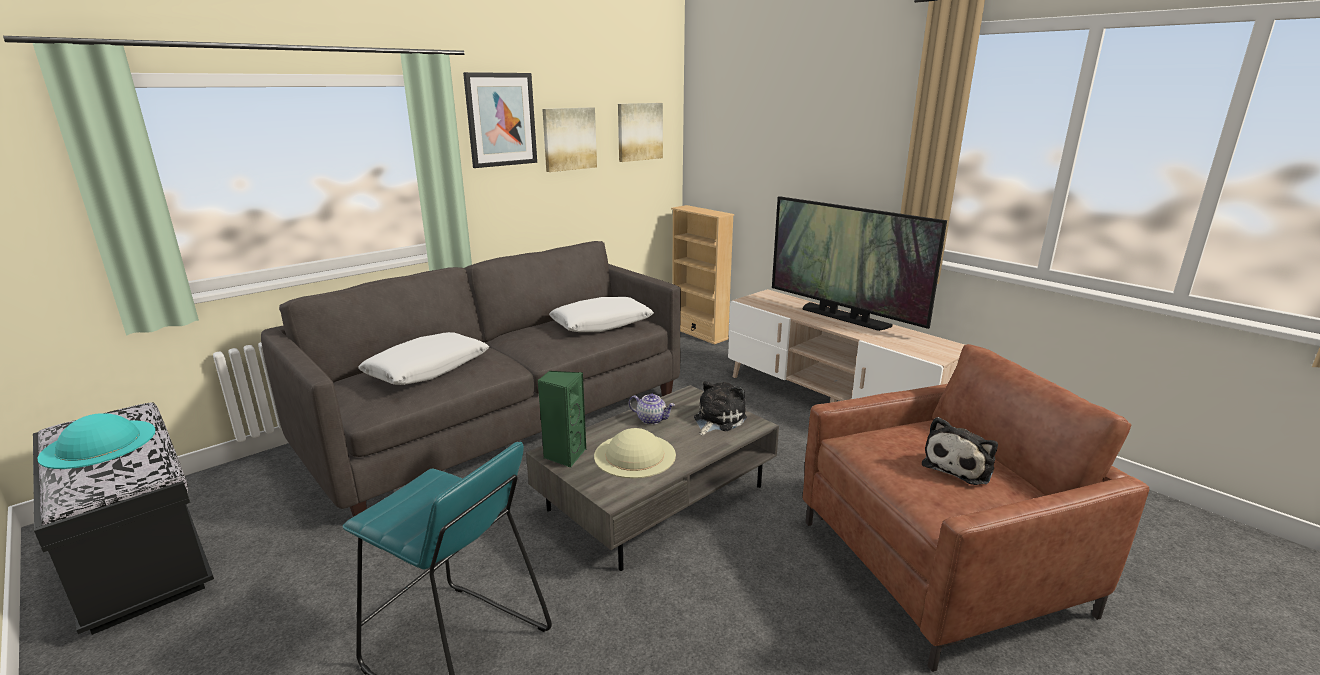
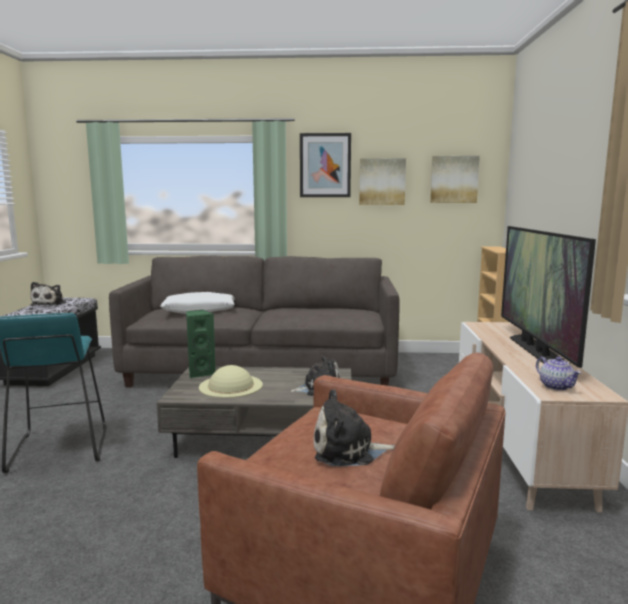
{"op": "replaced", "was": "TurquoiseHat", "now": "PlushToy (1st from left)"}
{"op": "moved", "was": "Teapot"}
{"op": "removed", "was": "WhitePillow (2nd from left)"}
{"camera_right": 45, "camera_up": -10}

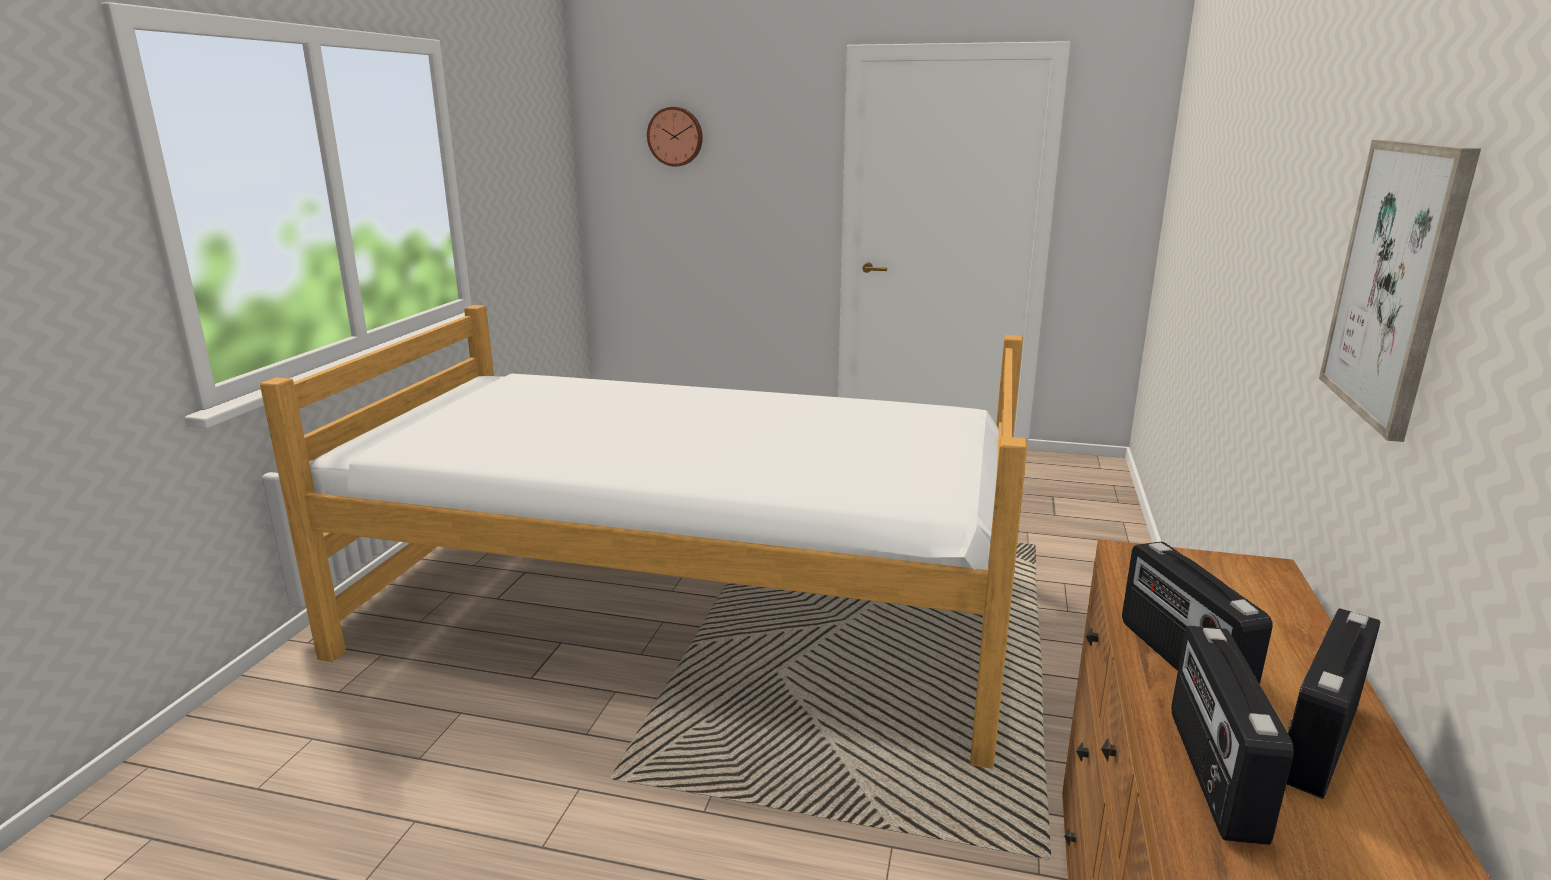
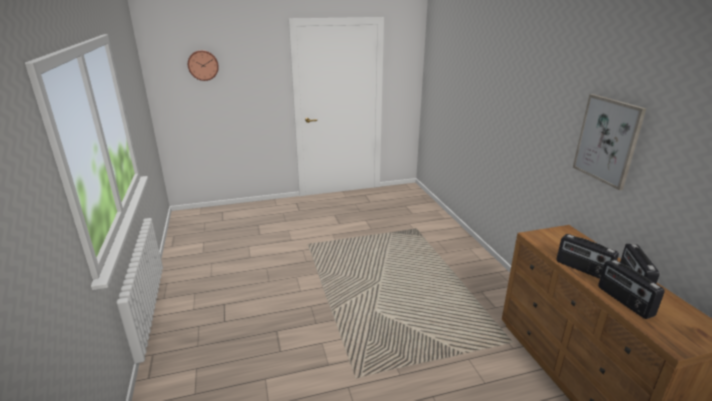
{"op": "removed", "was": "Bed"}
{"camera_right": -30, "camera_up": 5}

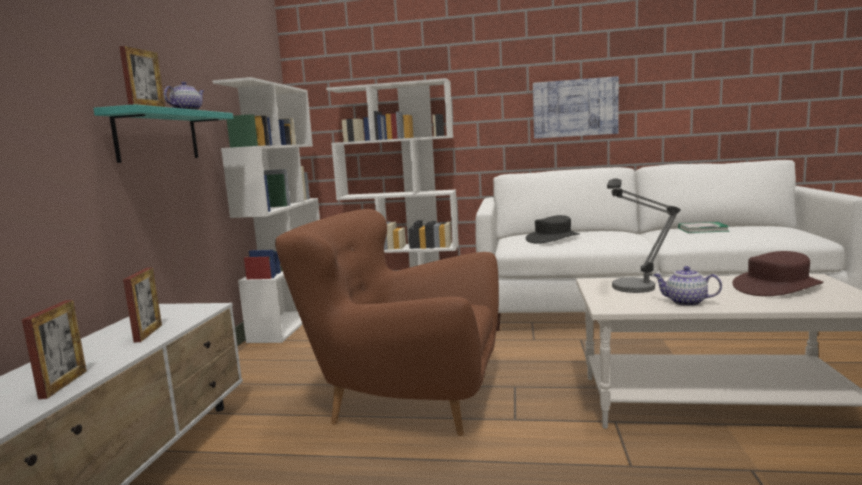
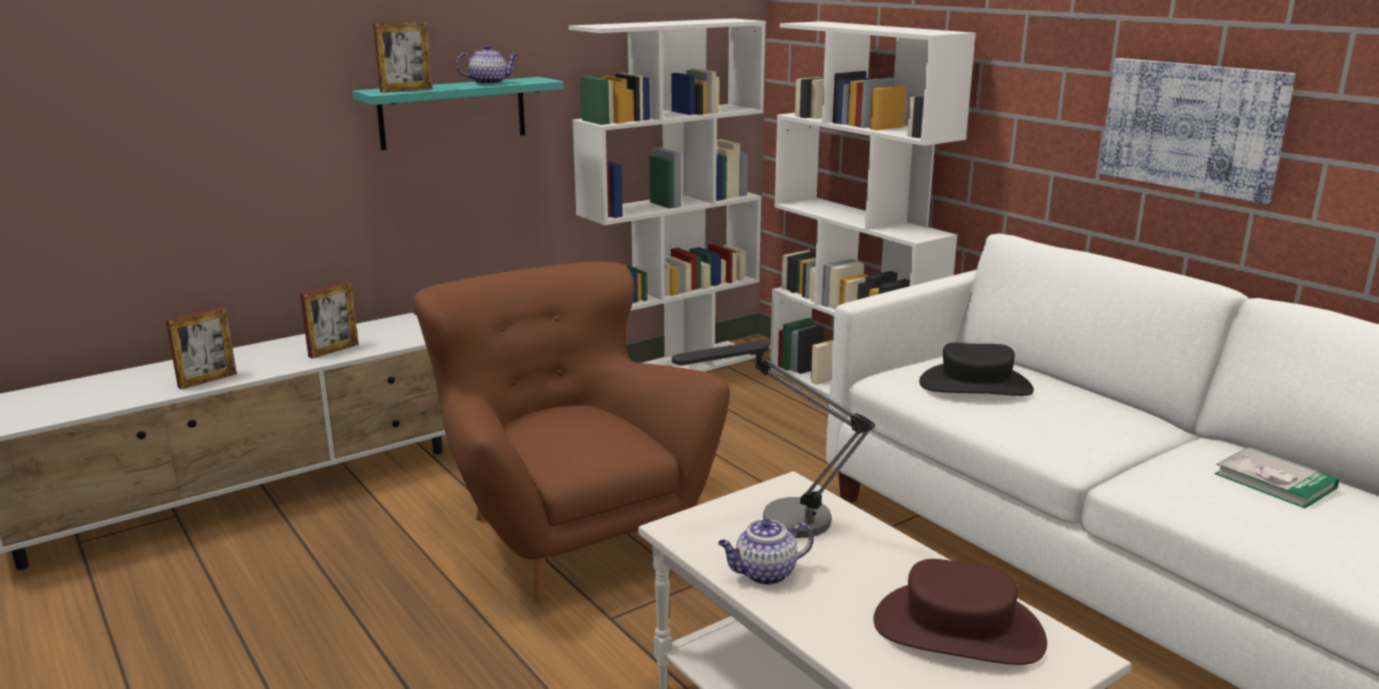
{"op": "turned", "was": "Teapot (2nd from left)", "clockwise": -90}
{"camera_right": 45, "camera_up": 10}

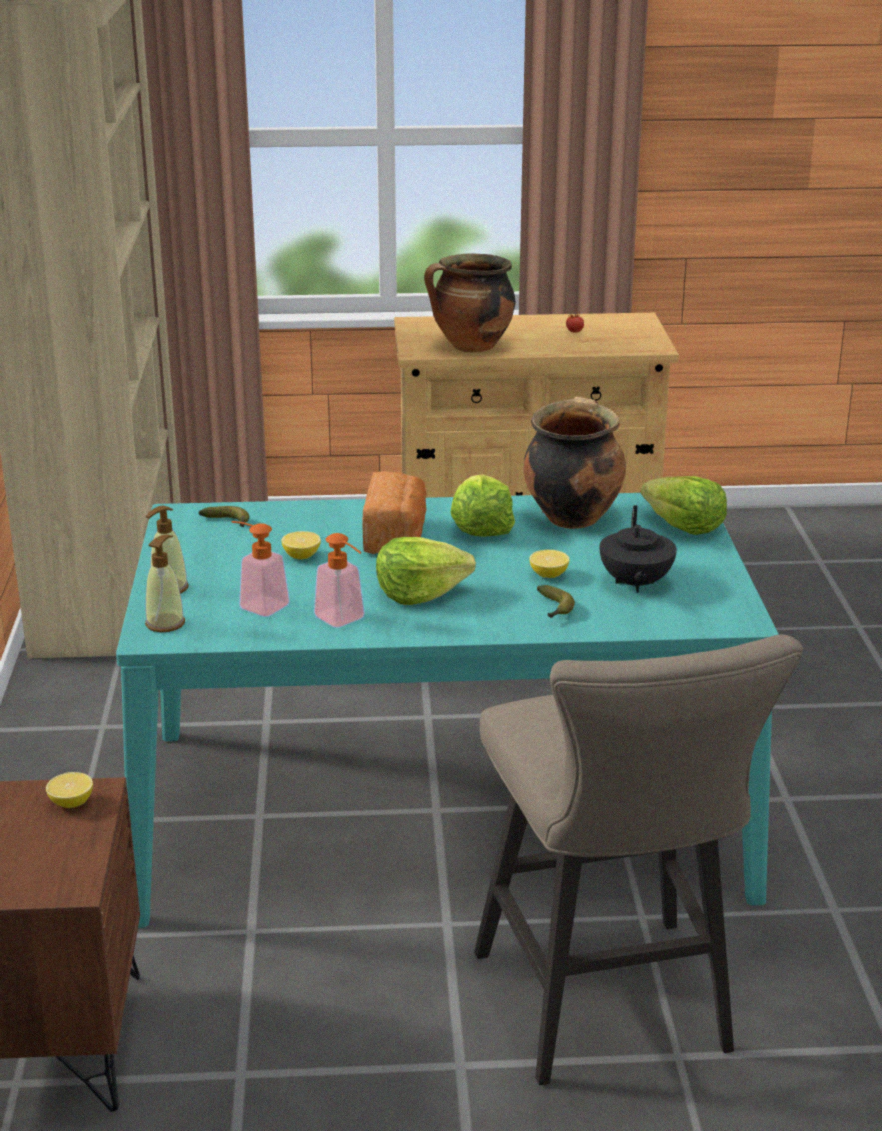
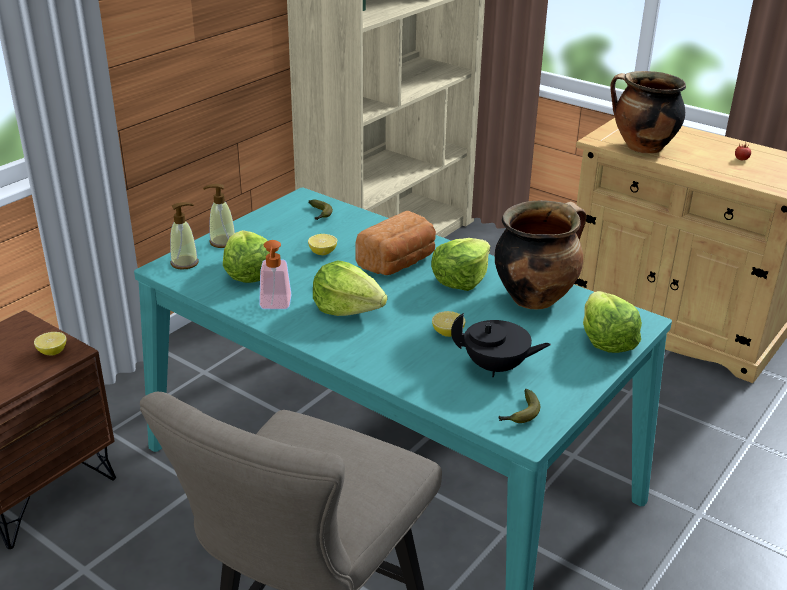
{"op": "replaced", "was": "SoapDispenser (3rd from left)", "now": "Lettuce (1st from left)"}
{"op": "turned", "was": "BlackTeapot", "clockwise": -120}
{"op": "moved", "was": "Banana (2nd from left)"}
{"camera_right": 40, "camera_up": 5}

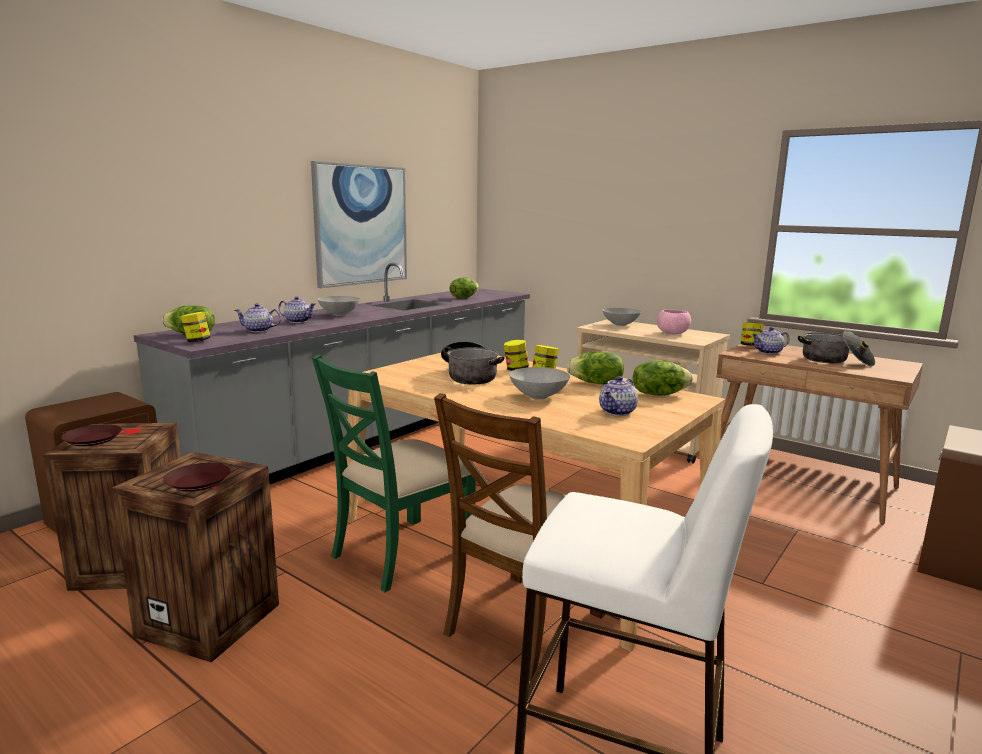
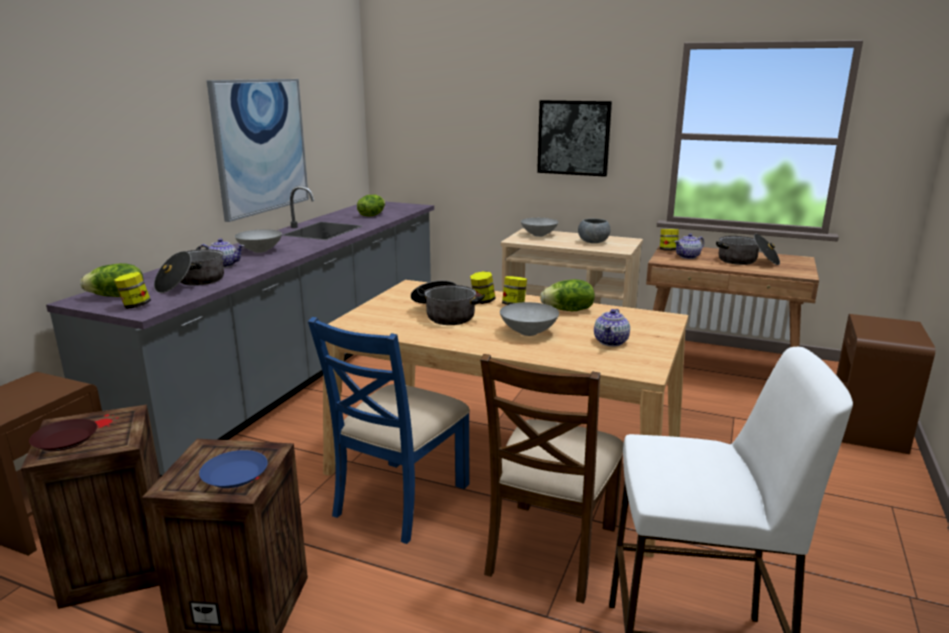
{"op": "replaced", "was": "Teapot (1st from left)", "now": "CookingPot (1st from left)"}
{"op": "recoloured", "was": "BrownPlate (2nd from left)", "now": "BluePlate"}
{"op": "recoloured", "was": "GreenChair", "now": "BlueChair"}
{"op": "added", "now": "Picture (2nd from left)"}
{"op": "recoloured", "was": "PinkBowl", "now": "GreyBowl (4th from left)"}
{"op": "removed", "was": "Lettuce (4th from left)"}
{"camera_right": -15, "camera_up": 5}

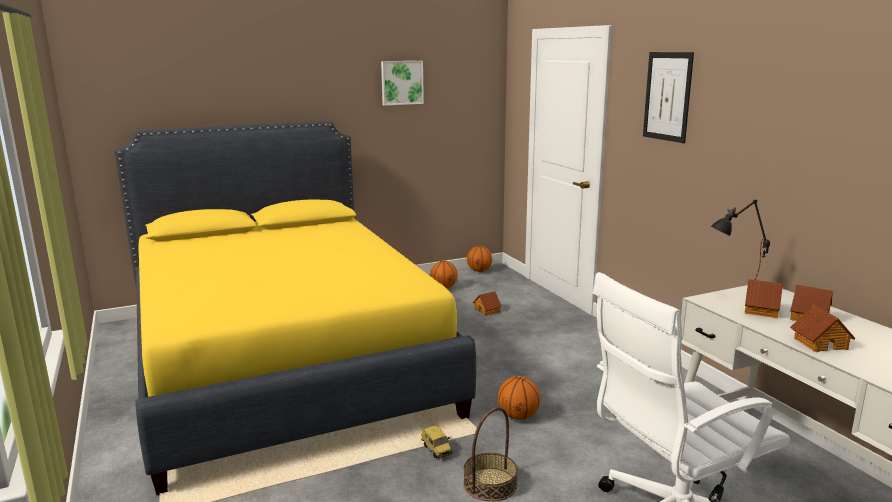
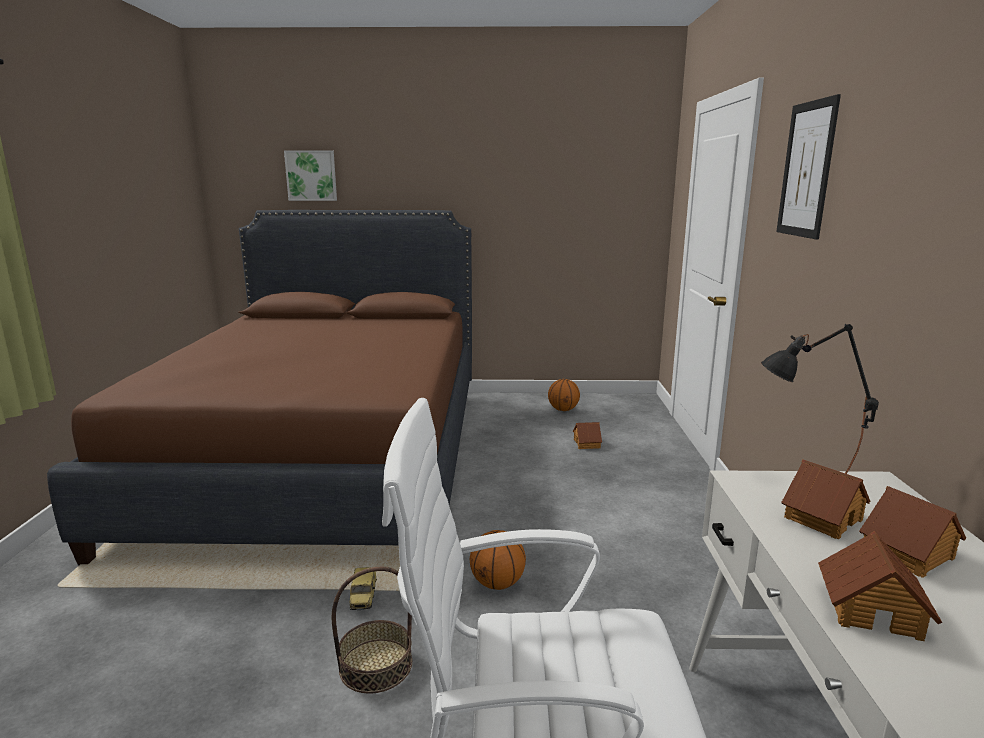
{"op": "recoloured", "was": "YellowBed", "now": "BrownBed"}
{"op": "moved", "was": "Picture (1st from left)"}
{"op": "removed", "was": "Basketball (2nd from left)"}
{"camera_right": 25, "camera_up": 0}

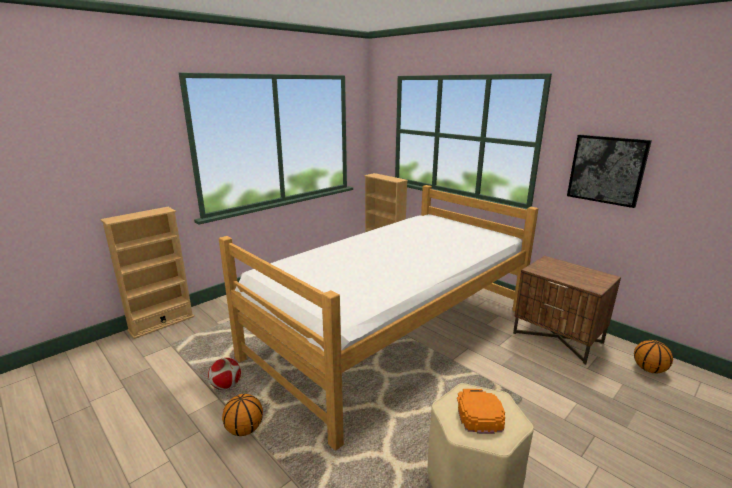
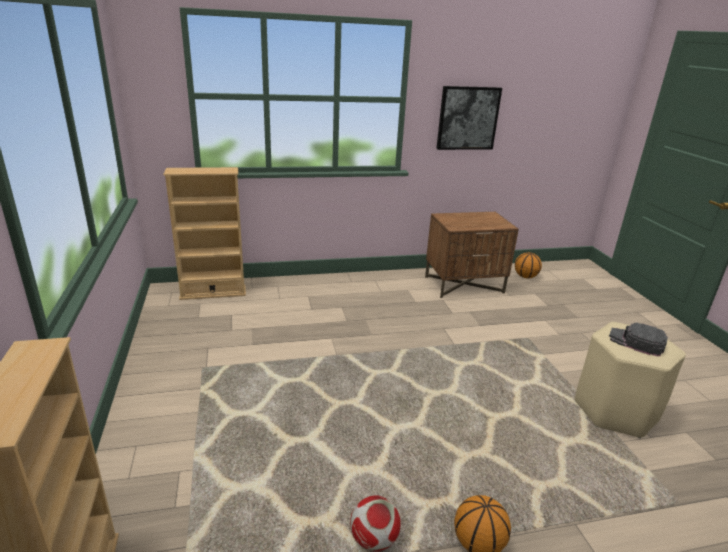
{"op": "recoloured", "was": "OrangeCap", "now": "BlackCap"}
{"op": "removed", "was": "Bed"}
{"camera_right": -60, "camera_up": 5}

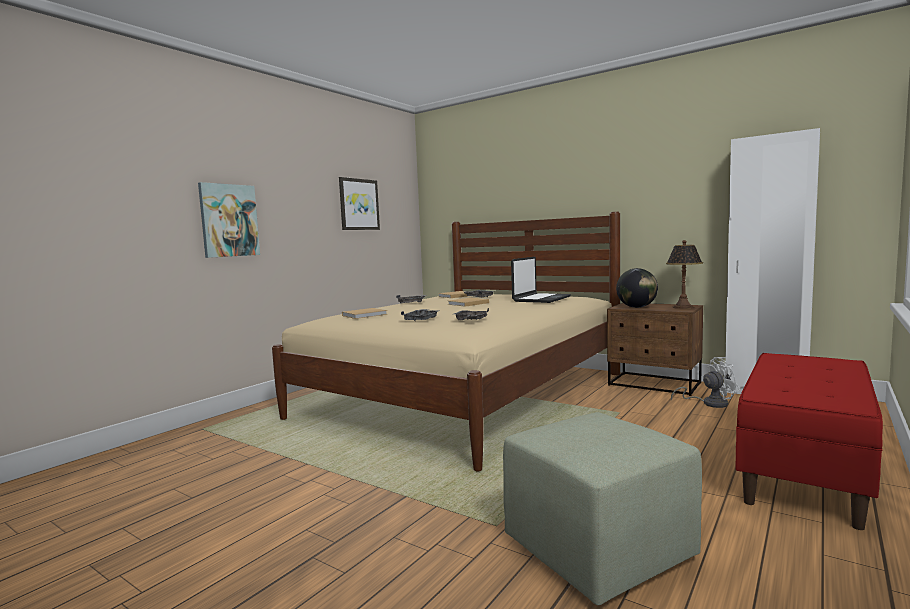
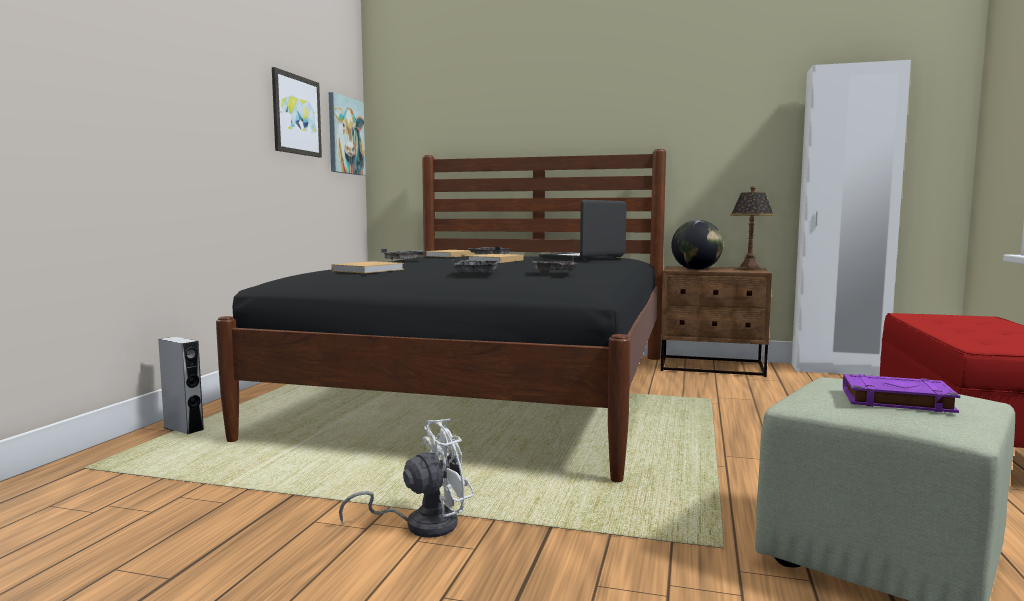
{"op": "added", "now": "GreySpeaker"}
{"op": "recoloured", "was": "BeigeBed", "now": "BlackBed"}
{"op": "moved", "was": "Picture (1st from left in the first image)", "now": "Picture (2nd from left)"}
{"op": "moved", "was": "WhiteFan"}
{"op": "turned", "was": "Laptop", "clockwise": -150}
{"op": "added", "now": "PurpleBook"}
{"camera_right": -20, "camera_up": 0}

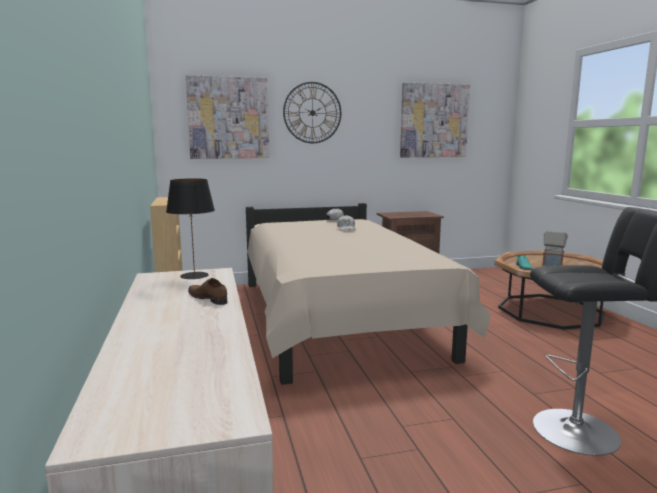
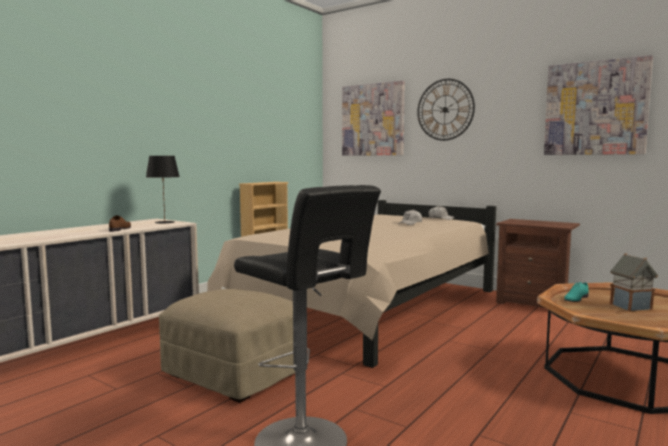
{"op": "added", "now": "BeigeOttoman"}
{"camera_right": 50, "camera_up": -5}

